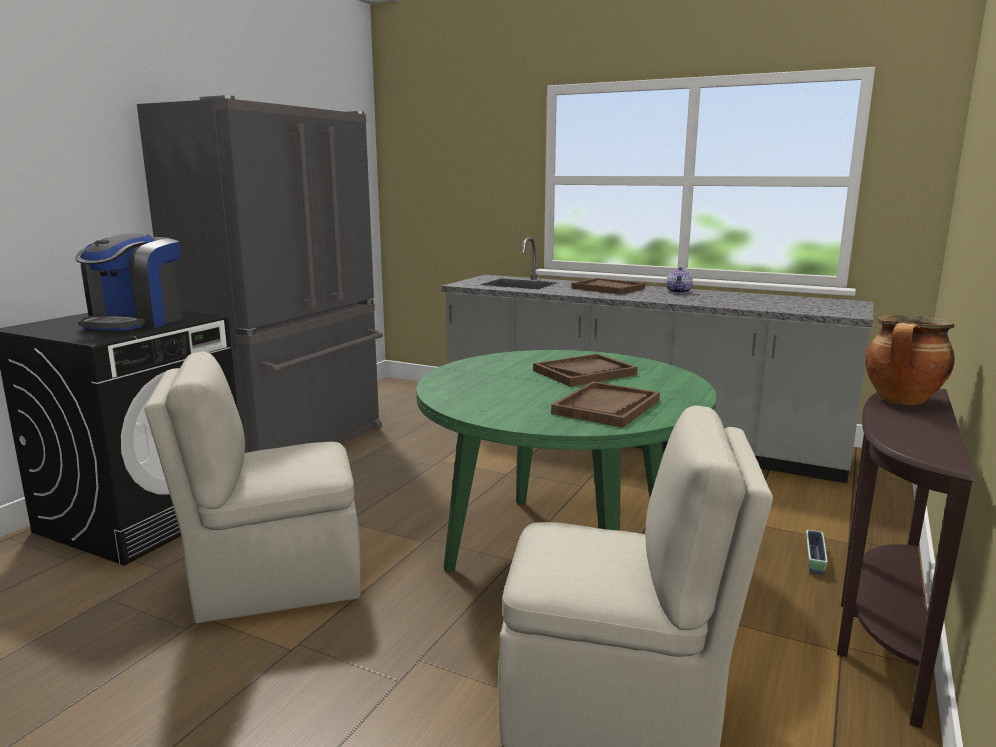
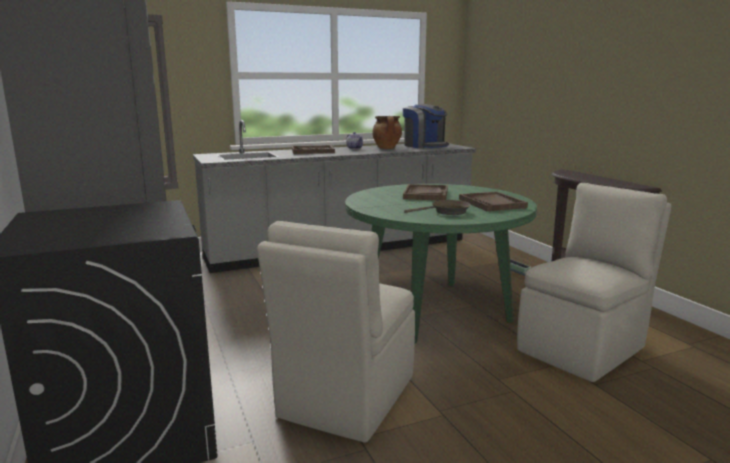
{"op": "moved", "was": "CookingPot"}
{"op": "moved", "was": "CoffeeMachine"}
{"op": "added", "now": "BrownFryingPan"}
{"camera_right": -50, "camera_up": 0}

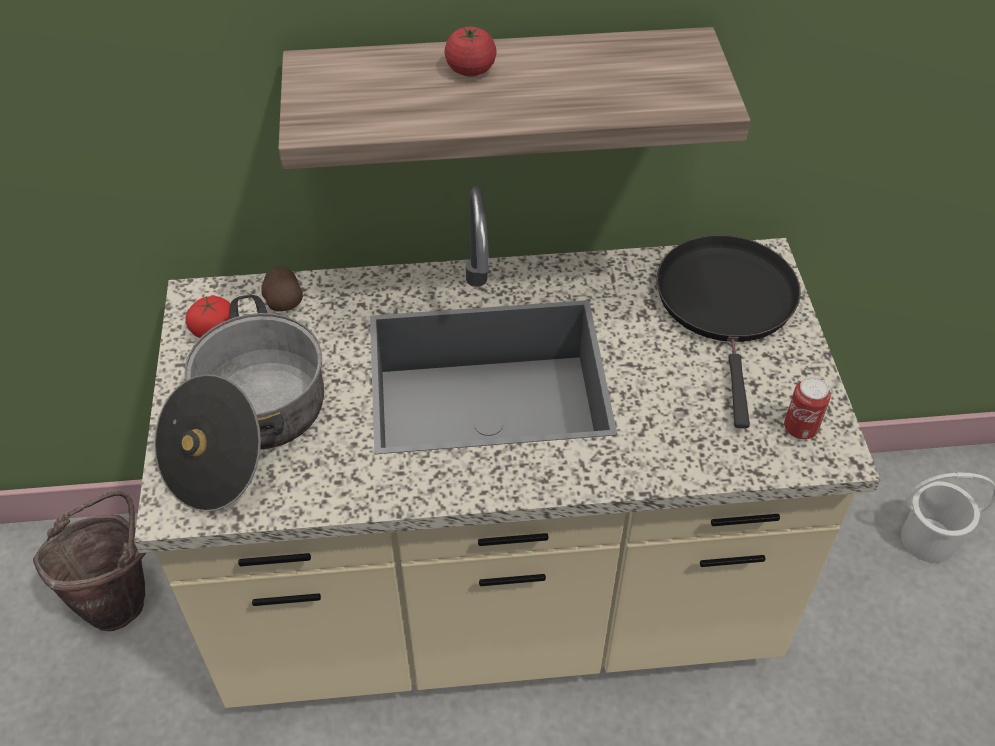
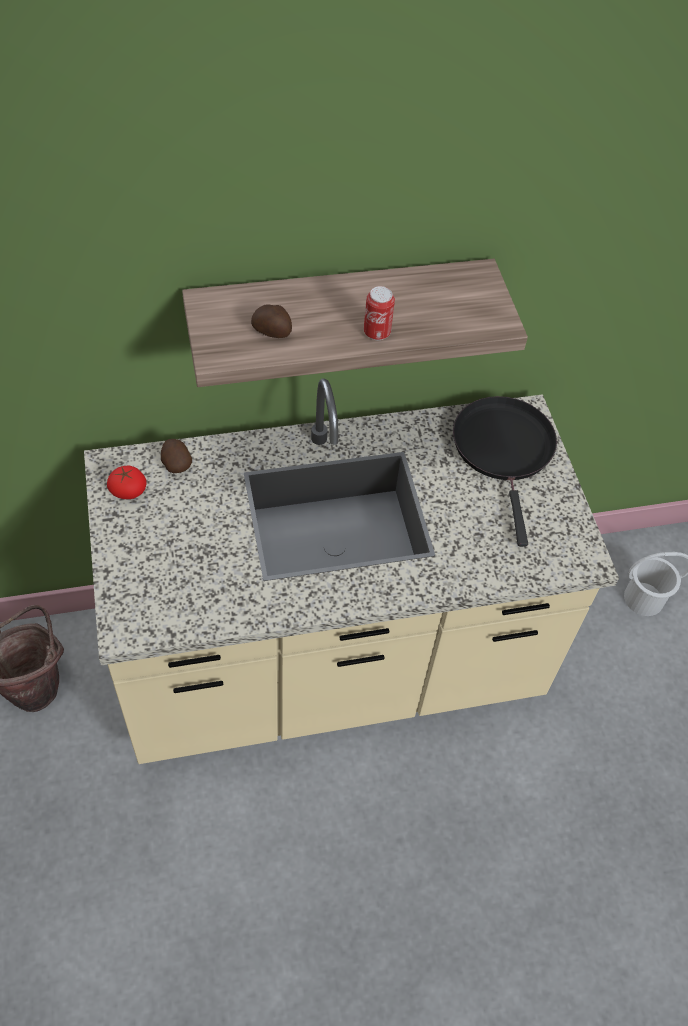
{"op": "added", "now": "Potato (2nd from left)"}
{"op": "moved", "was": "Can"}
{"op": "removed", "was": "CookingPot"}
{"op": "removed", "was": "Tomato (2nd from left)"}
{"camera_right": -10, "camera_up": 5}

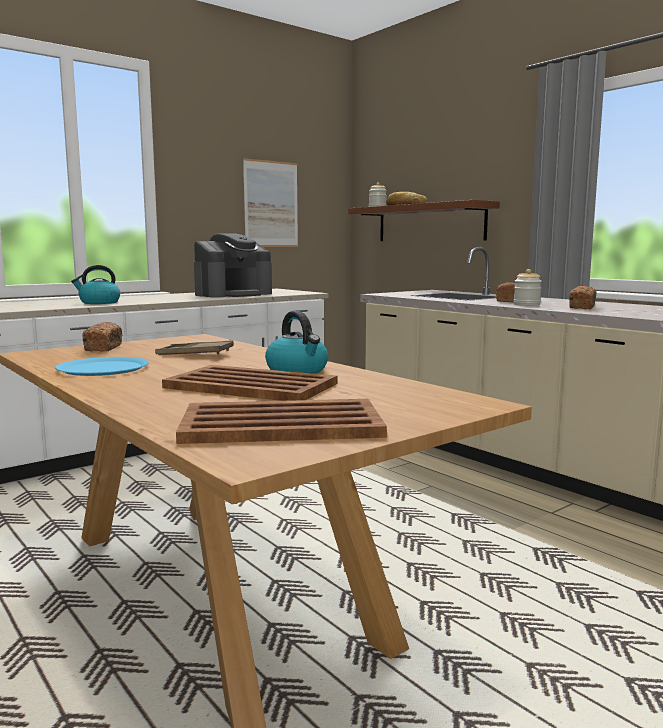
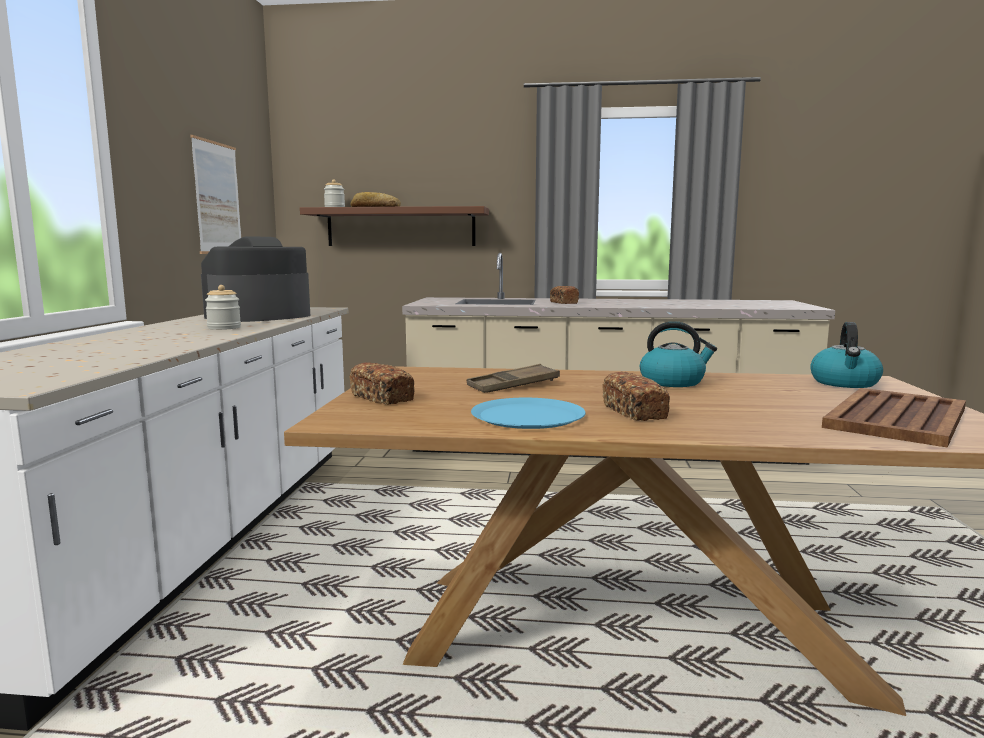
{"op": "turned", "was": "CoffeeMachine", "clockwise": -135}
{"op": "moved", "was": "Jar (2nd from left in the first image)", "now": "Jar (1st from left)"}
{"op": "moved", "was": "Bread (4th from left)"}
{"op": "moved", "was": "Kettle (1st from left in the first image)", "now": "Kettle (2nd from left)"}
{"op": "removed", "was": "BrownTray (2nd from left)"}
{"camera_right": -45, "camera_up": 0}

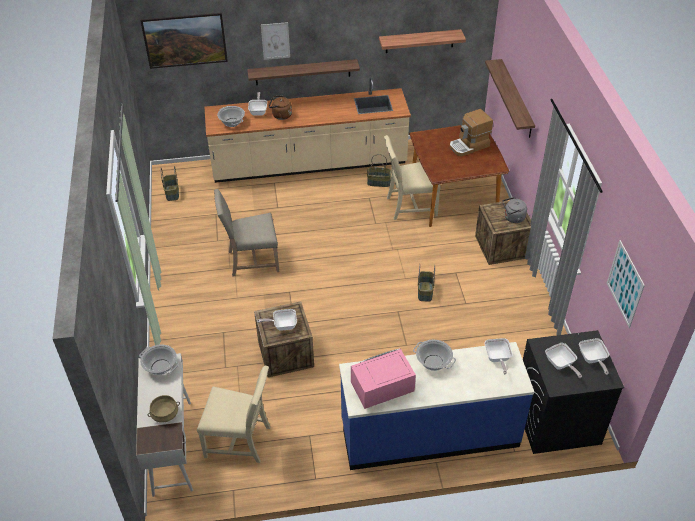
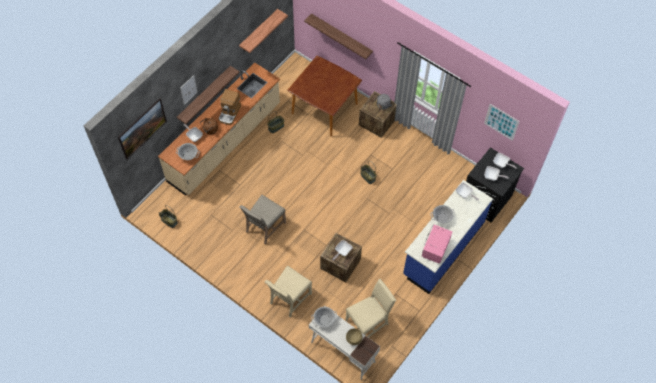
{"op": "moved", "was": "CoffeeMachine"}
{"op": "moved", "was": "BeigeChair (3rd from left in the first image)", "now": "BeigeChair (2nd from left)"}
{"camera_right": -45, "camera_up": 15}

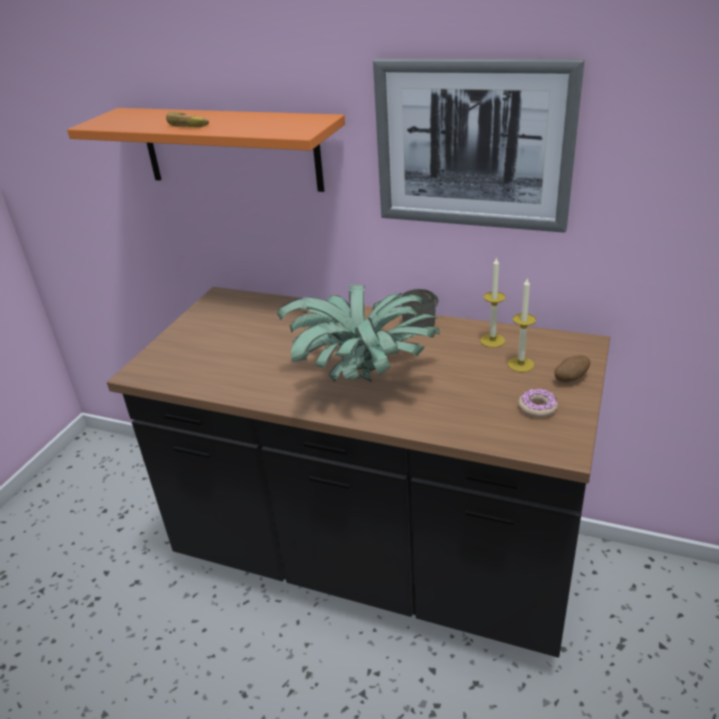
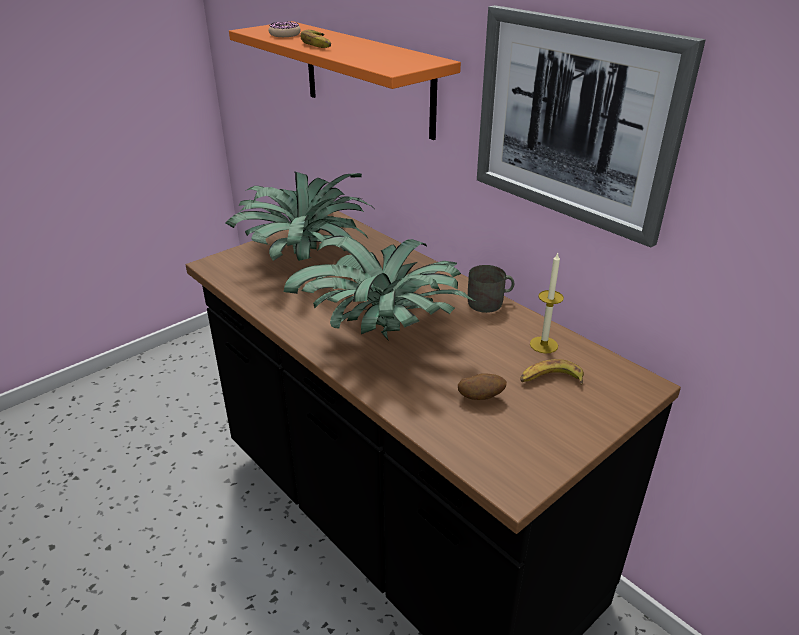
{"op": "added", "now": "PottedPlant (1st from left)"}
{"op": "moved", "was": "Donut"}
{"op": "moved", "was": "Potato"}
{"op": "replaced", "was": "Candle (2nd from left)", "now": "Banana (2nd from left)"}
{"camera_right": 25, "camera_up": 0}

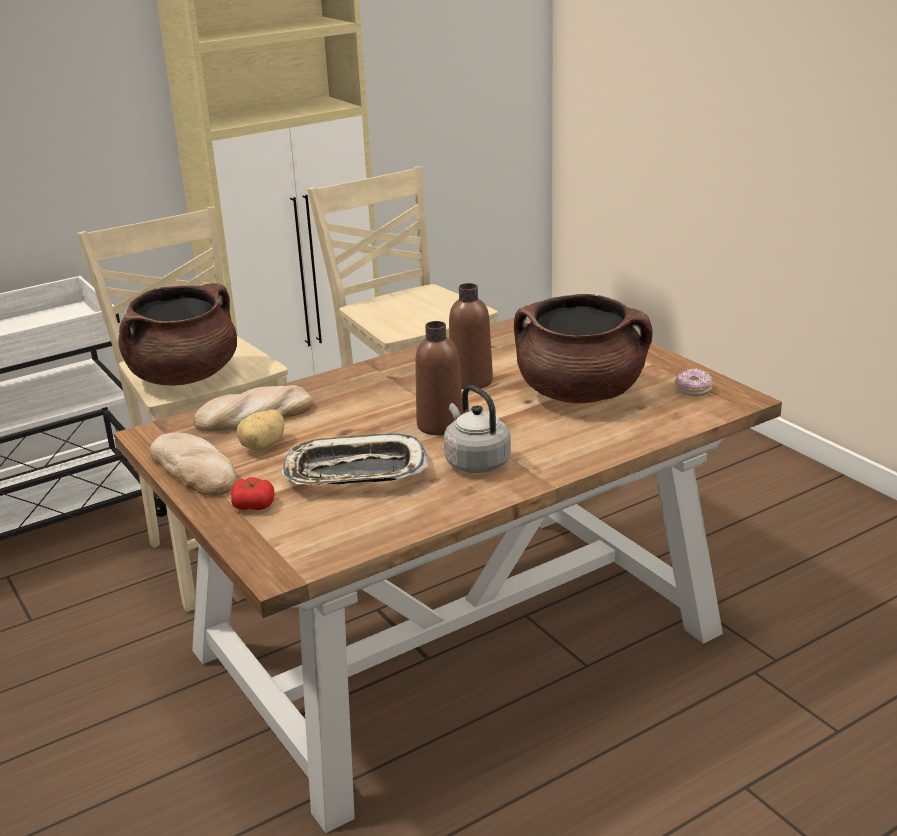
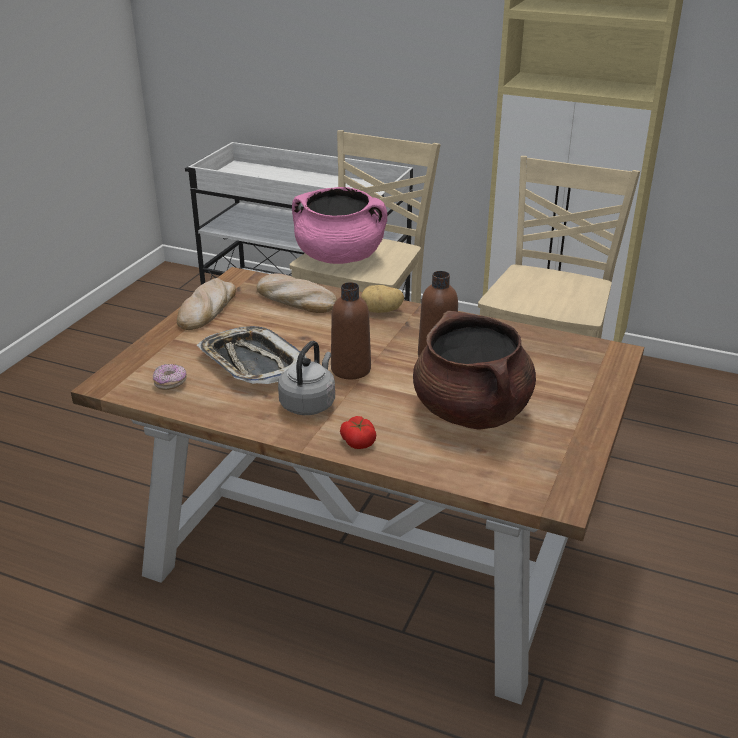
{"op": "moved", "was": "Donut"}
{"op": "recoloured", "was": "BrownCookingPot (1st from left)", "now": "PinkCookingPot"}
{"op": "moved", "was": "Tomato"}
{"op": "moved", "was": "Potato"}
{"camera_right": 55, "camera_up": 5}

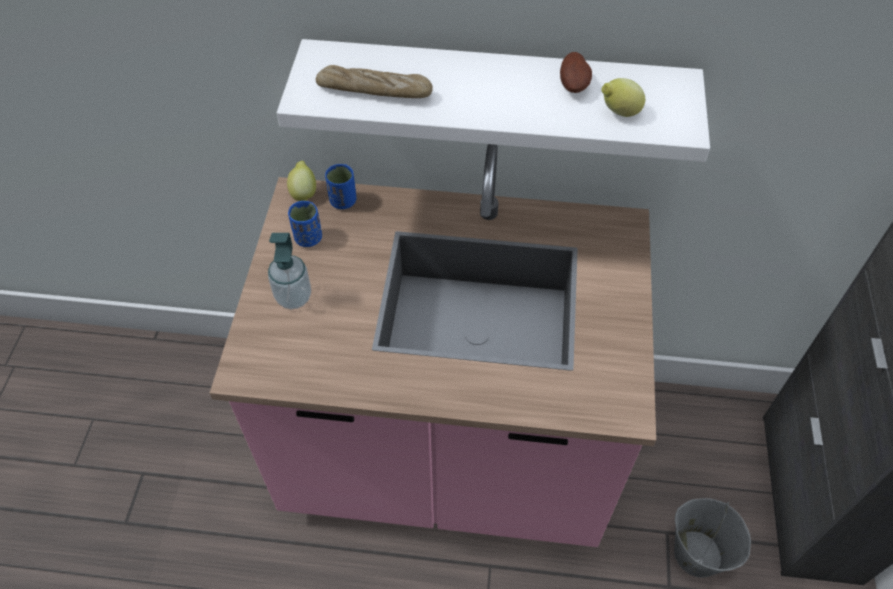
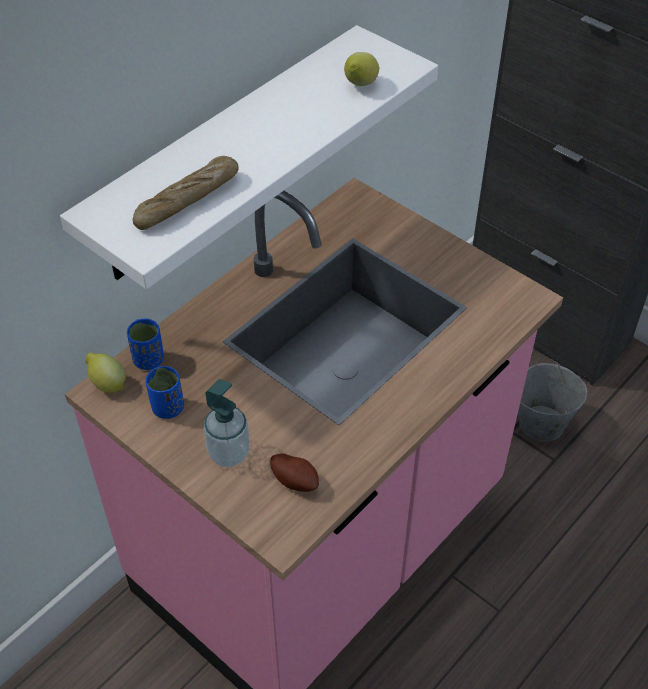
{"op": "moved", "was": "Potato"}
{"camera_right": -55, "camera_up": -5}

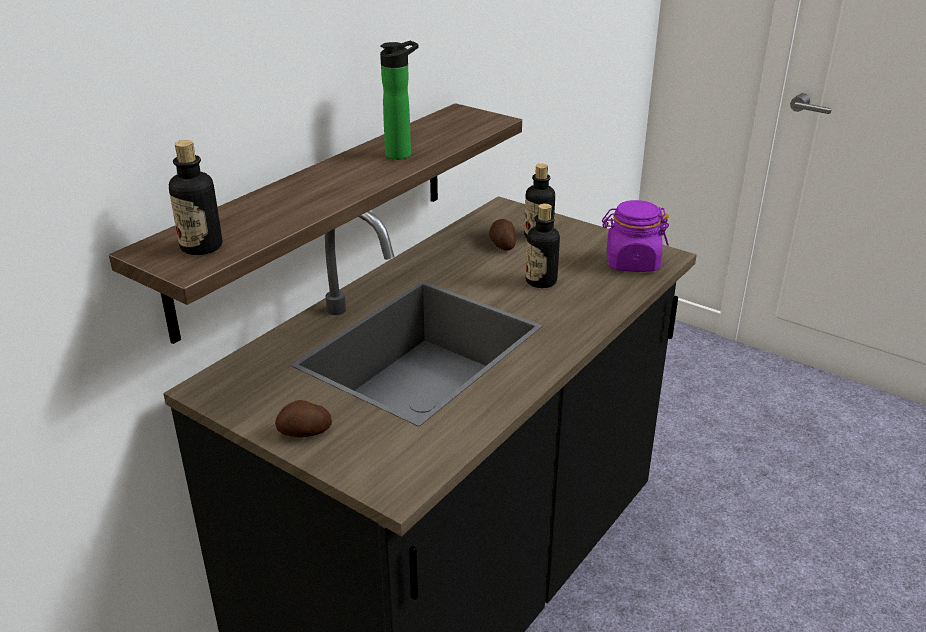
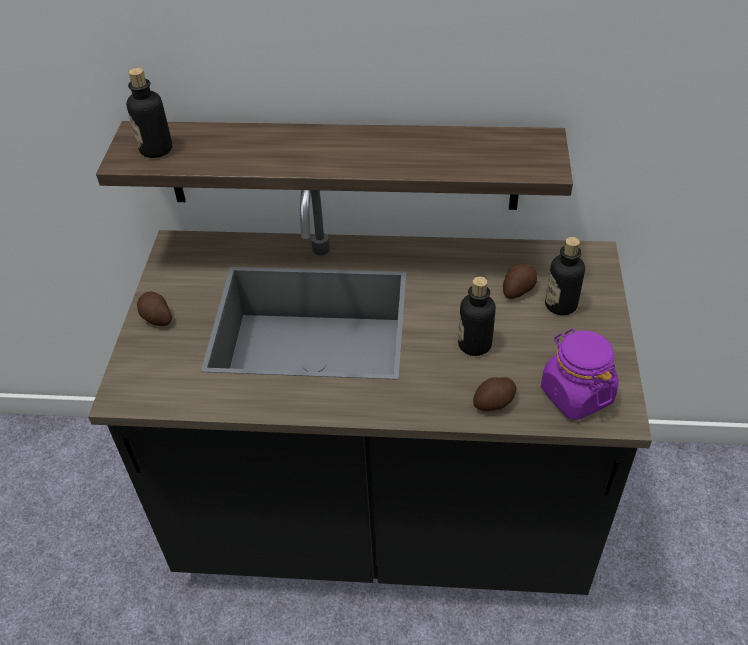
{"op": "added", "now": "Potato (2nd from left)"}
{"op": "removed", "was": "Bottle (2nd from left)"}
{"camera_right": 60, "camera_up": 15}

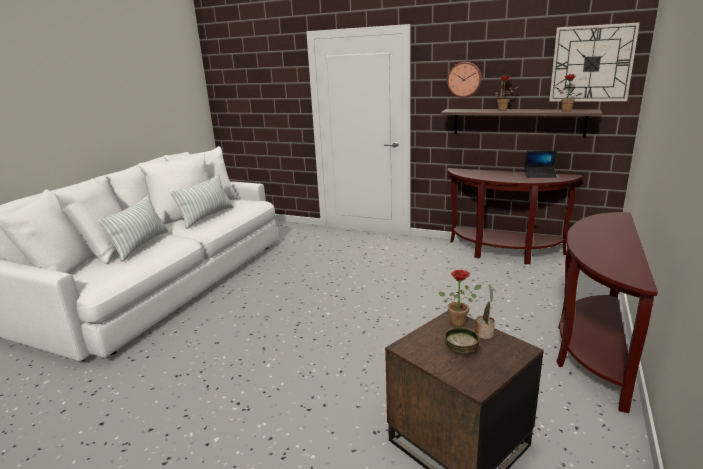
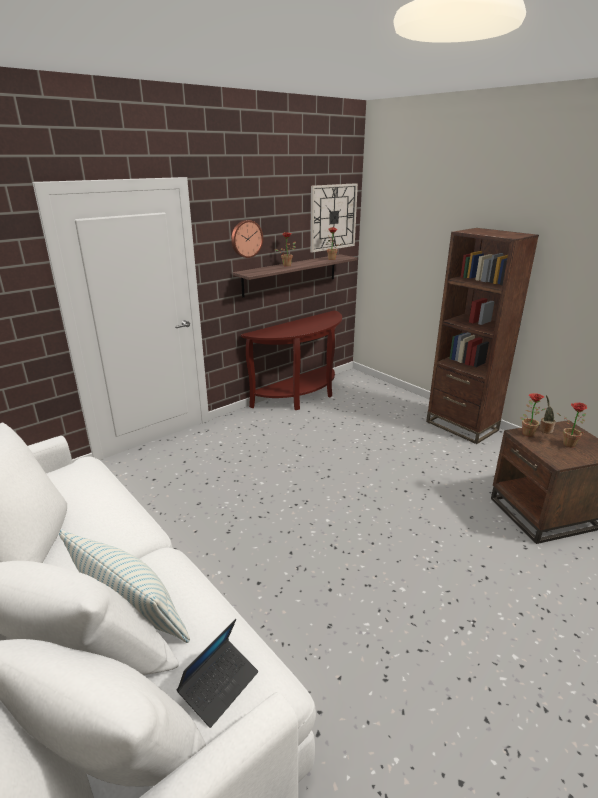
{"op": "moved", "was": "Laptop"}
{"op": "replaced", "was": "BrownConsoleTable (2nd from left)", "now": "BrownBookcase"}
{"op": "replaced", "was": "Bowl", "now": "PottedPlant (5th from left)"}
{"op": "removed", "was": "Pillow (2nd from left)"}
{"camera_right": -65, "camera_up": 5}

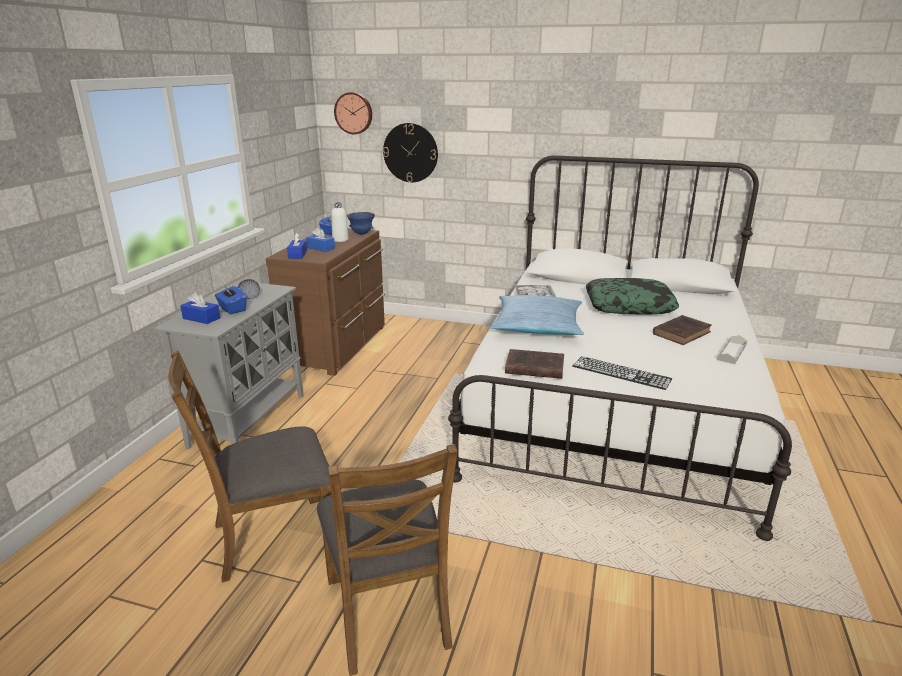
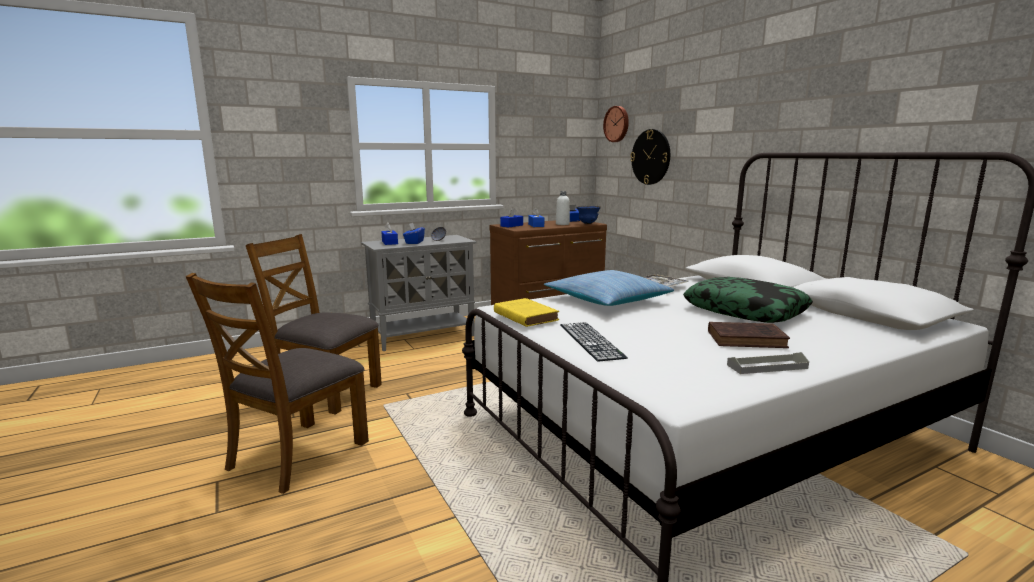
{"op": "recoloured", "was": "BrownBook (1st from left)", "now": "YellowBook"}
{"camera_right": 45, "camera_up": -10}

